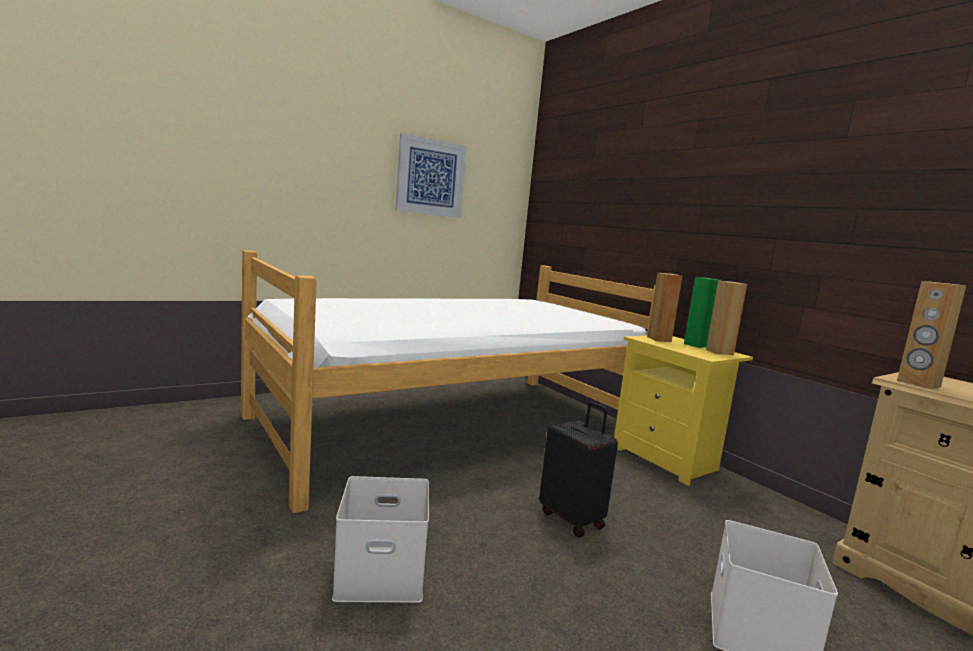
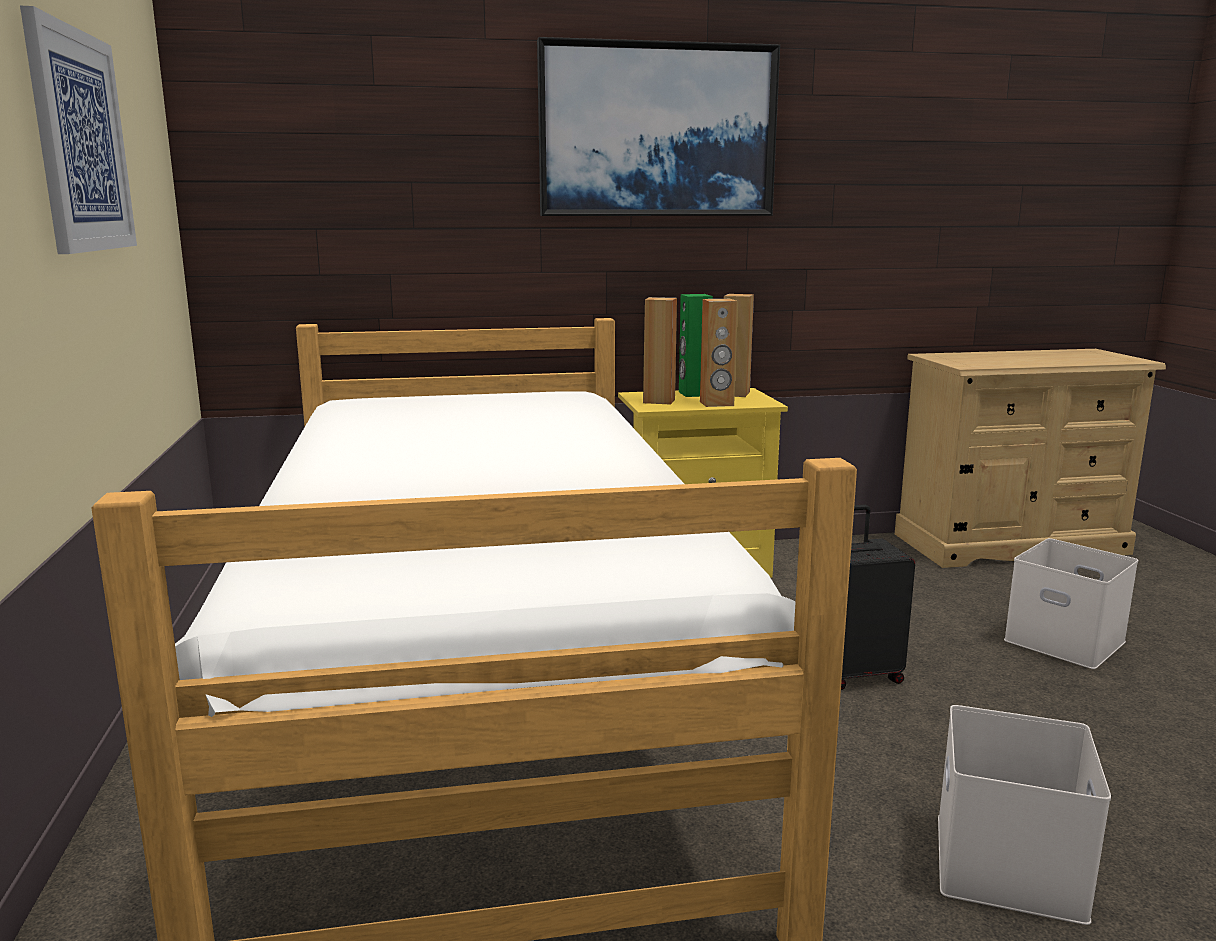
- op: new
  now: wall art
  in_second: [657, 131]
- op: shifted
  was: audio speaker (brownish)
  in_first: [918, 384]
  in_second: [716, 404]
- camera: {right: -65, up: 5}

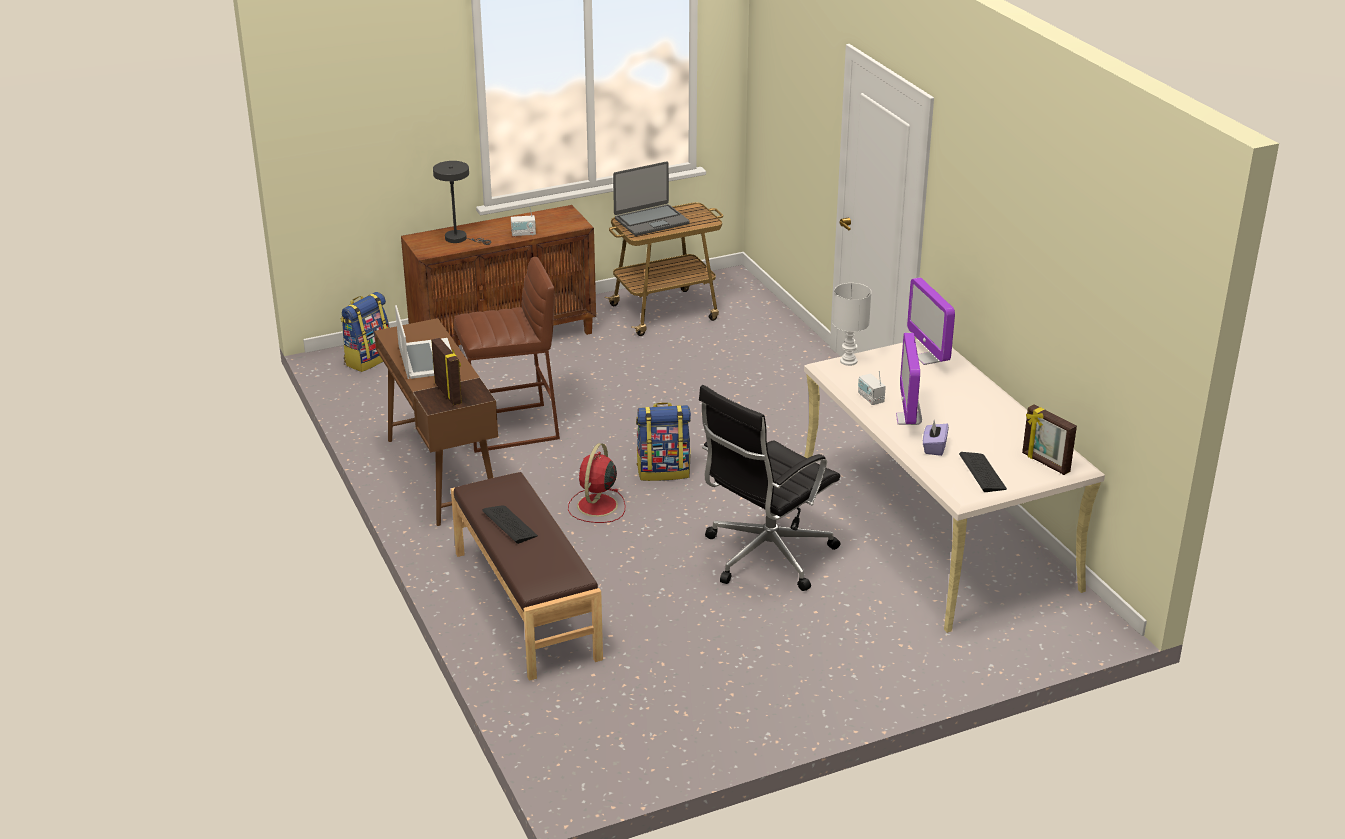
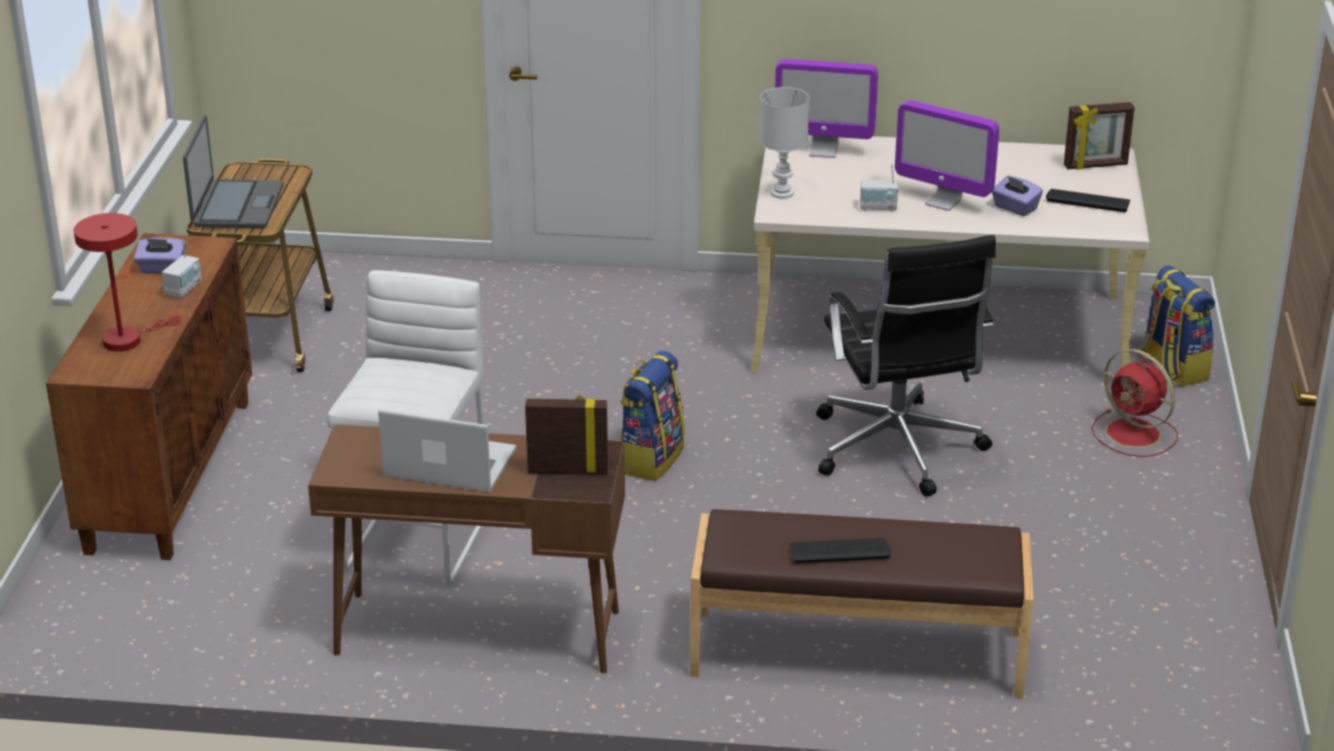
- op: new
  now: tissue holder (purple-coloured)
  in_second: [162, 269]
- op: shifted
  was: backpack
  in_first: [368, 359]
  in_second: [1172, 368]
- op: shifted
  was: cooling fan (reddish)
  in_first: [596, 506]
  in_second: [1135, 434]
- op: repainted
  was: table lamp (greyish)
  now: table lamp (reddish)
  in_first: [460, 239]
  in_second: [128, 339]
- op: repainted
  was: stool seat (brownish)
  now: stool seat (whitish)
  in_first: [510, 428]
  in_second: [420, 540]
- camera: {right: -60, up: 0}

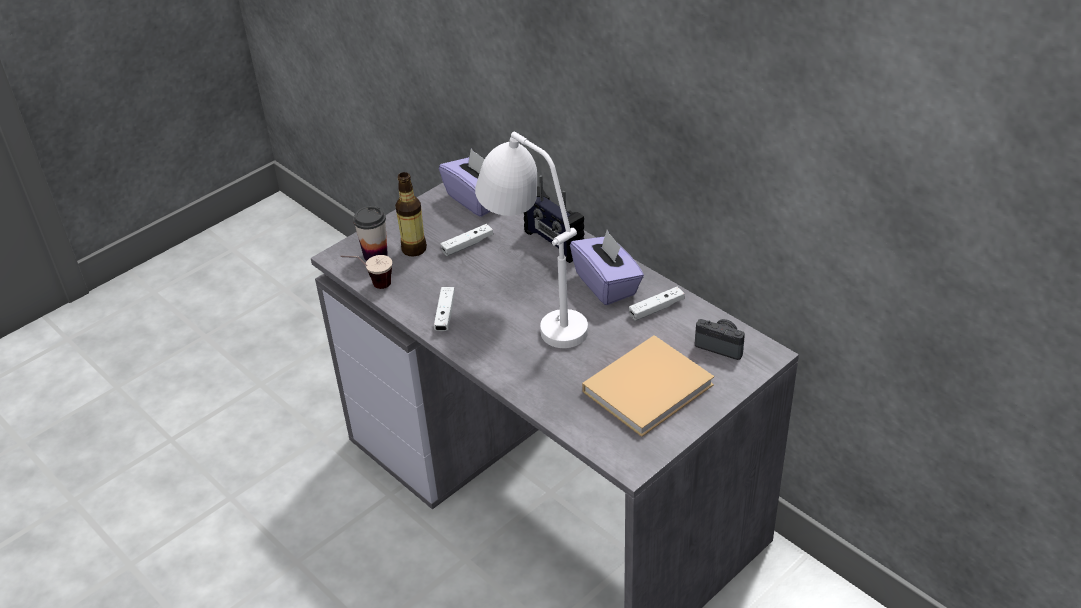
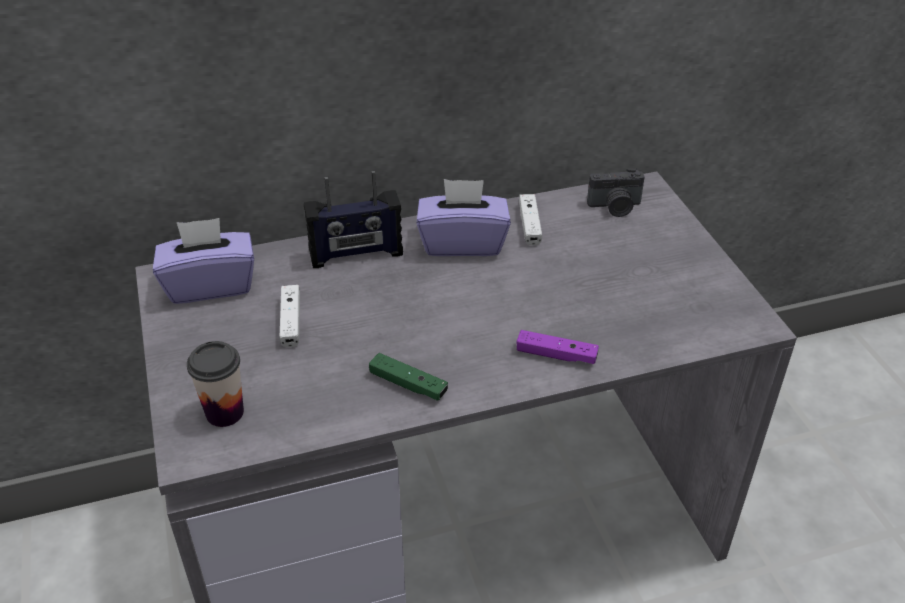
- op: gone
  was: small cup
  in_first: [371, 286]
- op: gone
  was: beverage bottle
  in_first: [414, 249]
- op: gone
  was: table lamp (whitish)
  in_first: [533, 304]
- op: gone
  was: bound book (sand-coloured)
  in_first: [650, 386]
- op: new
  now: gamepad (purple-coloured)
  in_second: [556, 355]
- op: repainted
  was: gamepad (whitish)
  now: gamepad (green-coloured)
  in_first: [445, 314]
  in_second: [408, 384]
- op: rotated
  was: still camera
  in_first: [721, 345]
  in_second: [615, 207]
  clockwise: -150
- camera: {right: -65, up: 0}

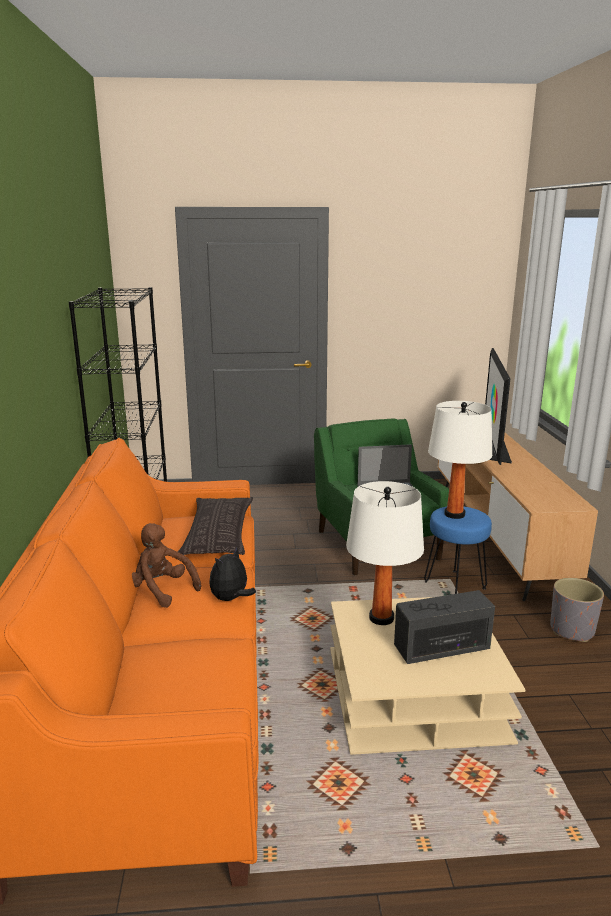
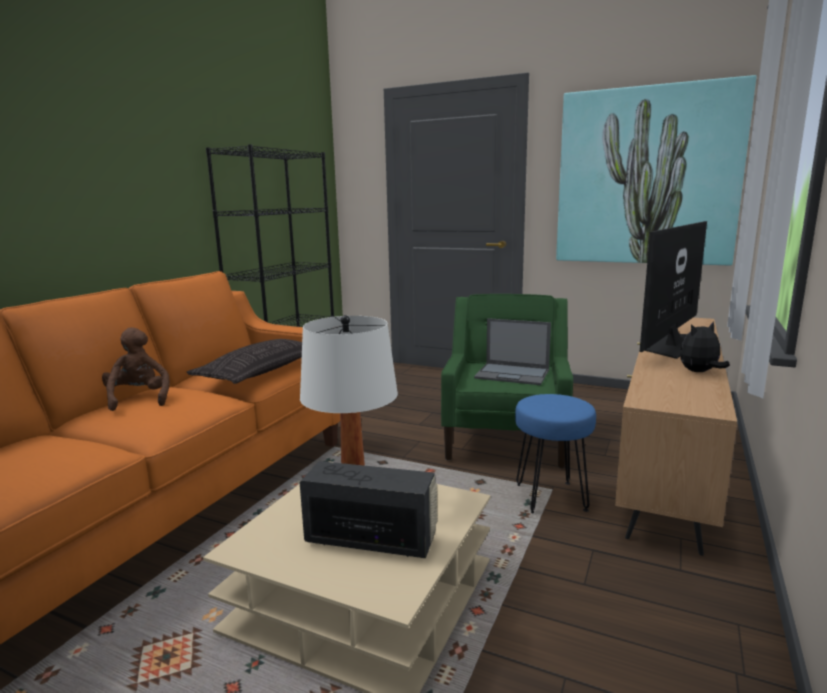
- op: gone
  was: table lamp (whitish)
  in_first: [454, 514]
- op: gone
  was: plant pot (greyish)
  in_first: [572, 630]
- op: new
  now: wall art
  in_second: [646, 177]
- op: shifted
  was: plush toy
  in_first: [231, 599]
  in_second: [699, 372]
- camera: {right: 30, up: -5}

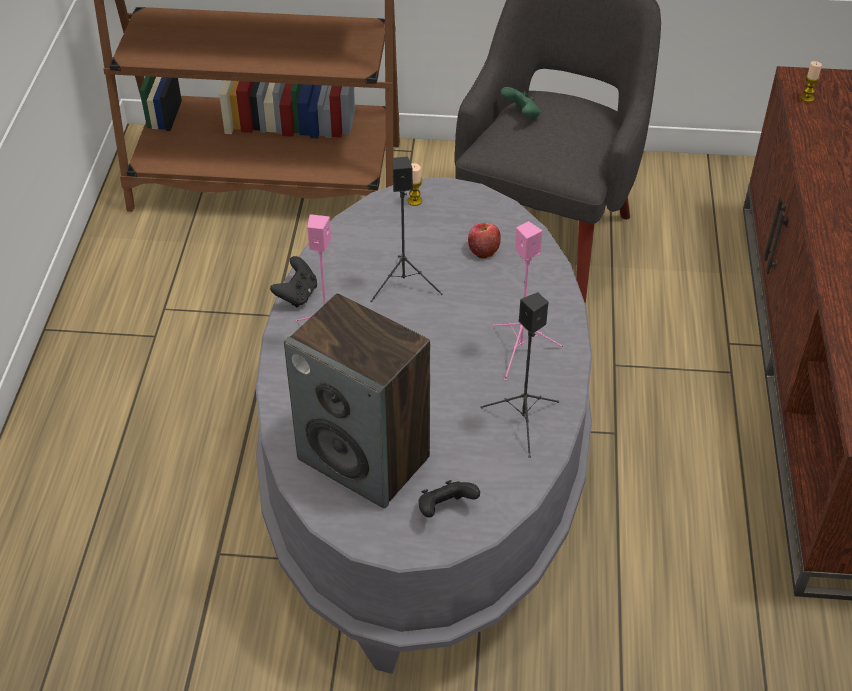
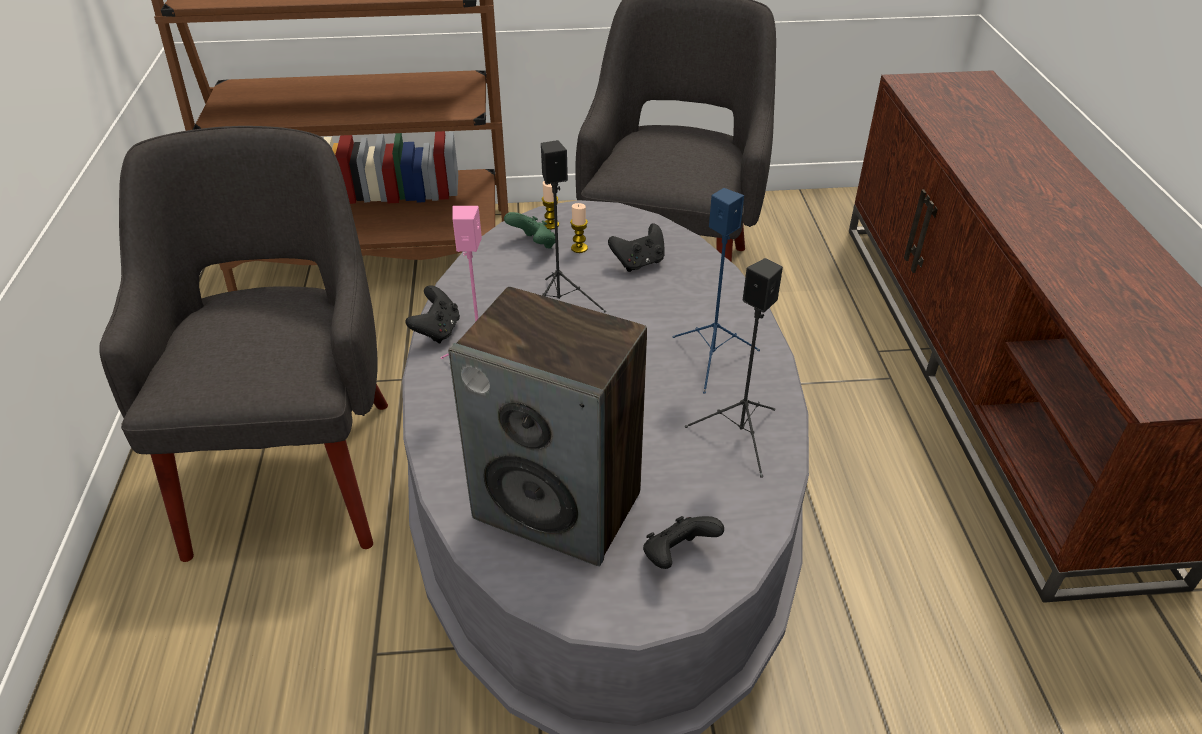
- op: new
  now: lounge chair (greyish)
  in_second: [294, 471]
- op: shifted
  was: gamepad (green-coloured)
  in_first: [521, 115]
  in_second: [534, 245]
- op: shifted
  was: wax light
  in_first: [807, 98]
  in_second: [579, 248]
- op: swapped
  was: apple
  now: gamepad (blackish)
  in_first: [483, 249]
  in_second: [639, 263]
- op: repainted
  was: audio speaker (pink-coloured)
  now: audio speaker (blue-coloured)
  in_first: [521, 350]
  in_second: [713, 358]
- camera: {right: -10, up: -5}

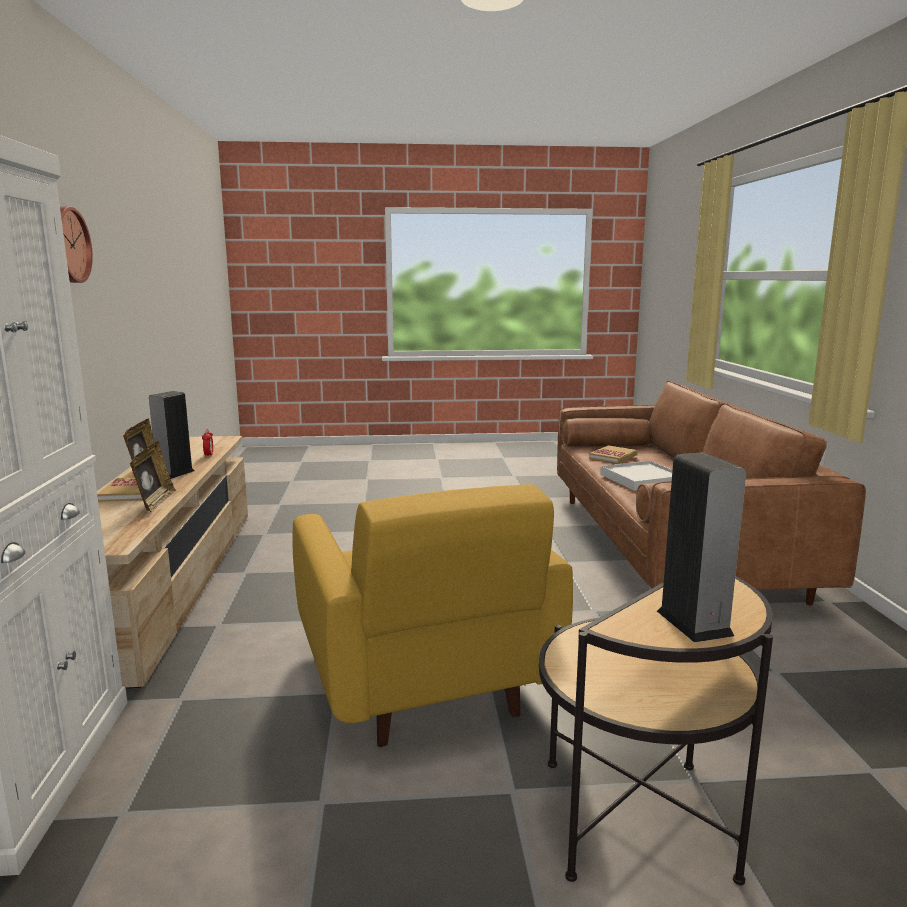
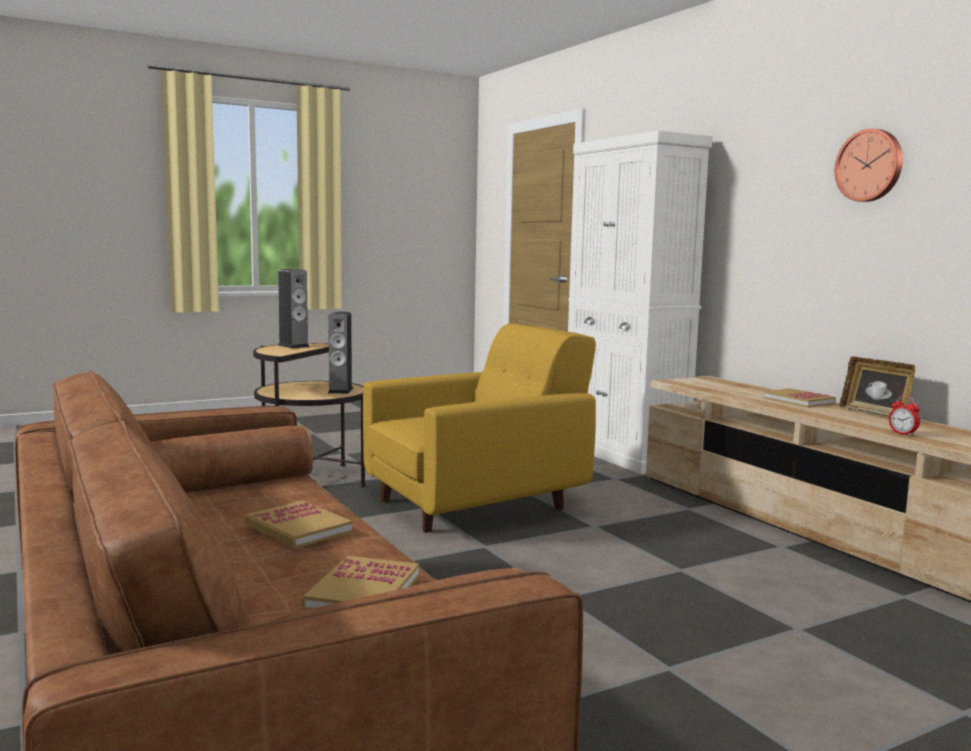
- op: gone
  was: photo frame
  in_first: [155, 503]
- op: shifted
  was: audio speaker
  in_first: [174, 473]
  in_second: [340, 390]
- op: swapped
  was: carrying tray (whitish)
  now: bound book
  in_first: [641, 479]
  in_second: [298, 528]
- op: rotated
  was: lounge chair (yellow)
  in_first: [422, 679]
  in_second: [477, 504]
  clockwise: 105
- camera: {right: 155, up: -5}

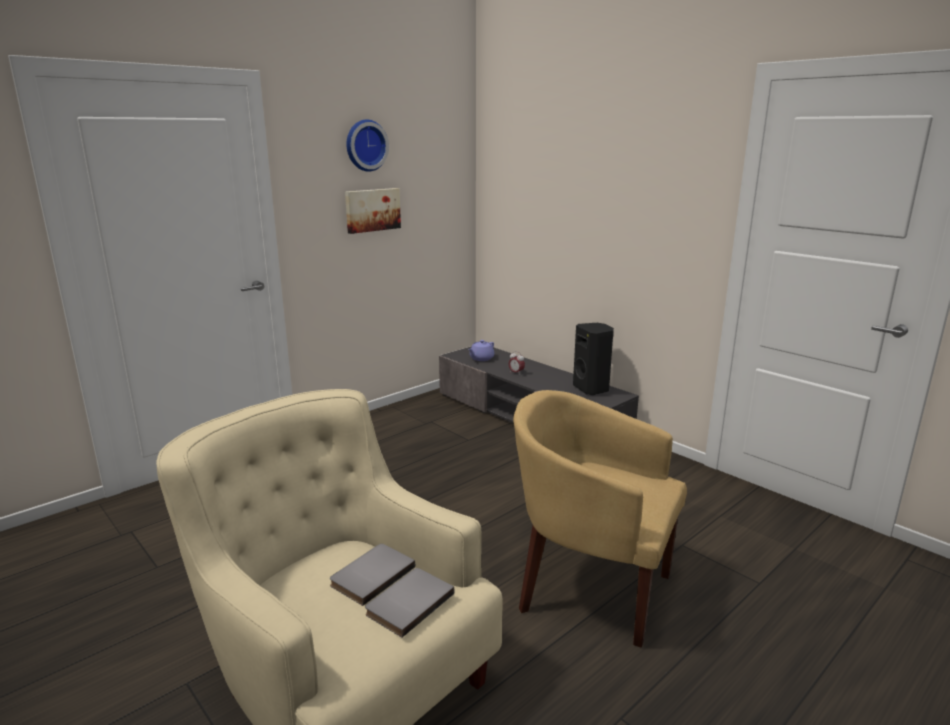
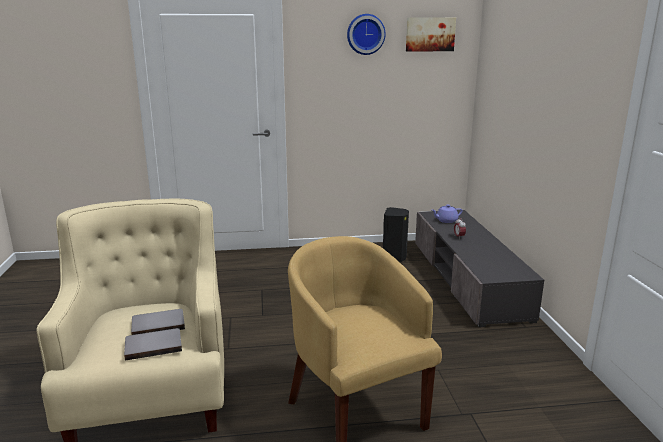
- op: shifted
  was: wall art
  in_first: [372, 210]
  in_second: [430, 34]
- op: shifted
  was: audio speaker (blackish)
  in_first: [592, 389]
  in_second: [394, 257]
- camera: {right: 35, up: 0}

